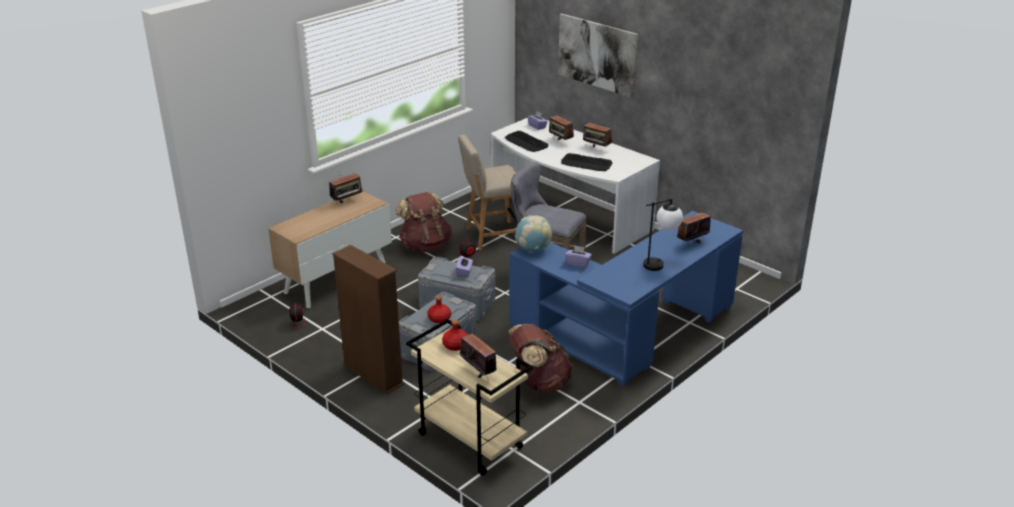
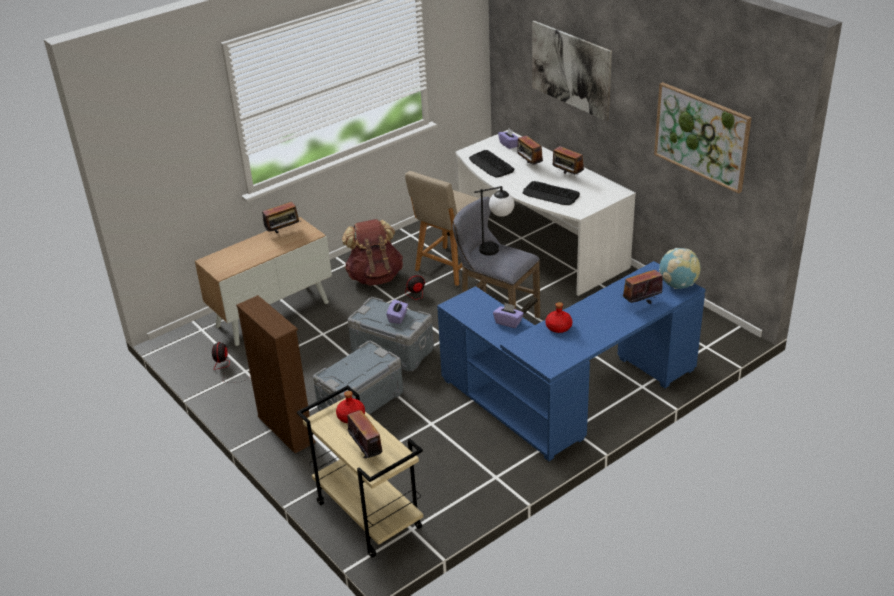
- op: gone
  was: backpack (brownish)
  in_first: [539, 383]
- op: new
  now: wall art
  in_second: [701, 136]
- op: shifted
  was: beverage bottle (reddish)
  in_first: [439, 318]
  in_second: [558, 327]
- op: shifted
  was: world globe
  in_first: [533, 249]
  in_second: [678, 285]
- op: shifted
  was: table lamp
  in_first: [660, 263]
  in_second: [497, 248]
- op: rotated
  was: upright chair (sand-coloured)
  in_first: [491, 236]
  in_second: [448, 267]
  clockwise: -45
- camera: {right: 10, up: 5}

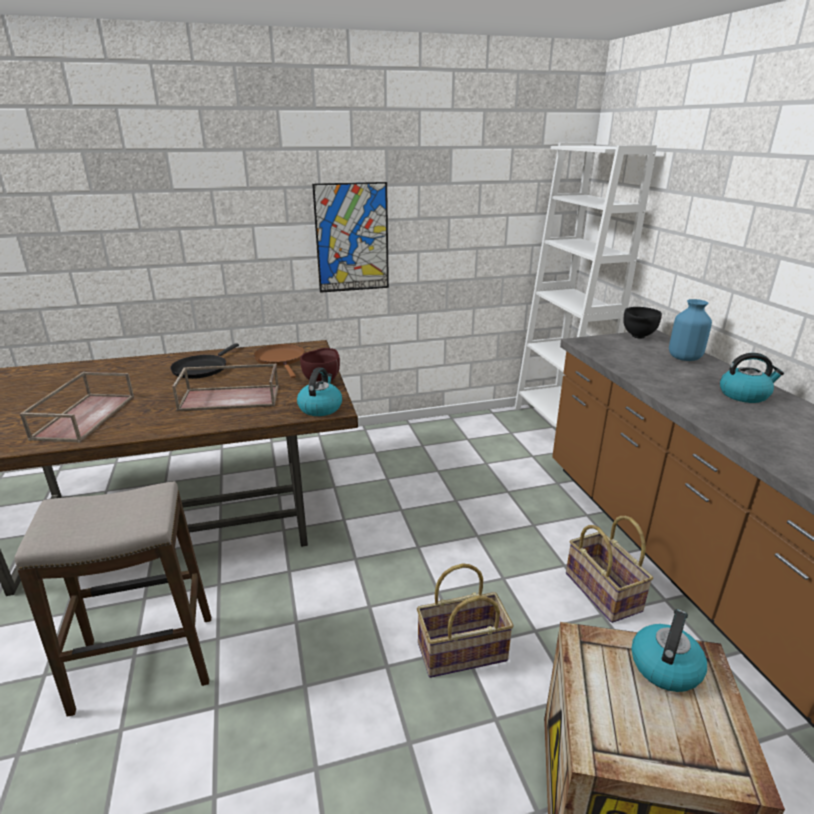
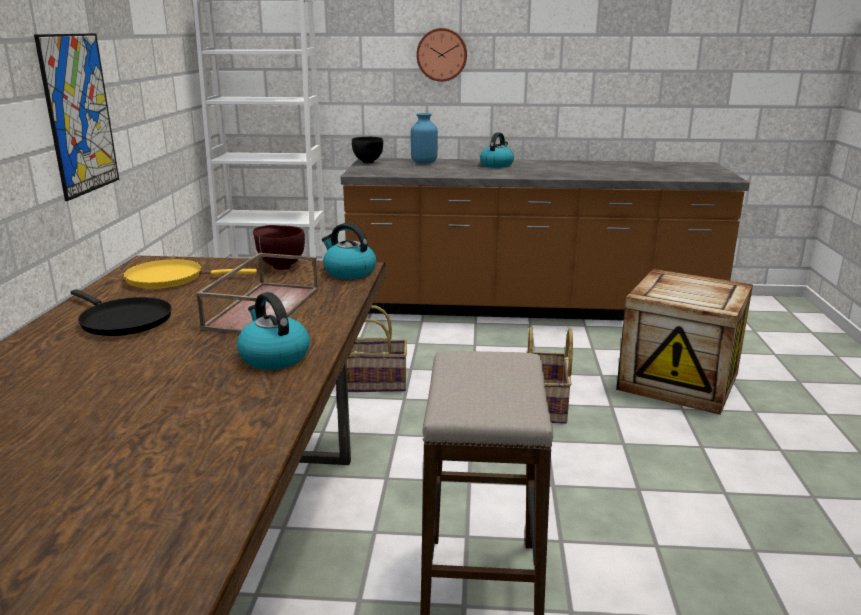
- op: gone
  was: carrying tray (brownish)
  in_first: [84, 416]
- op: new
  now: clock on the wall
  in_second: [441, 54]
- op: shifted
  was: storage basket
  in_first: [604, 592]
  in_second: [373, 383]
- op: shifted
  was: tea kettle
  in_first: [665, 666]
  in_second: [273, 357]
- op: repainted
  was: pan (brownish)
  now: pan (yellow)
  in_first: [281, 359]
  in_second: [170, 278]
- camera: {right: -70, up: -5}

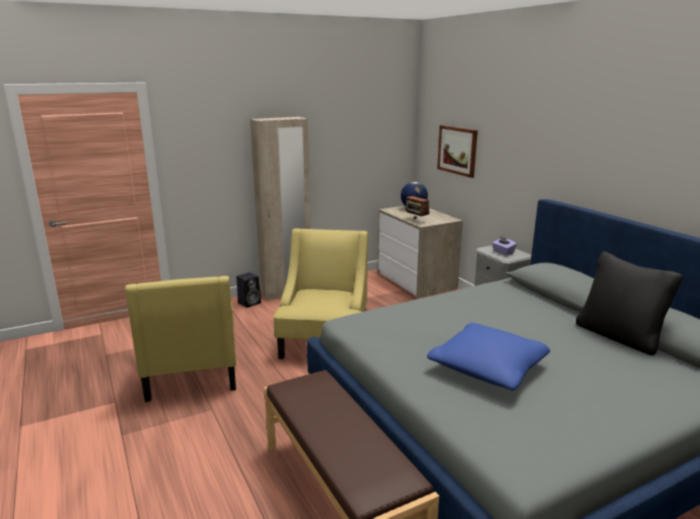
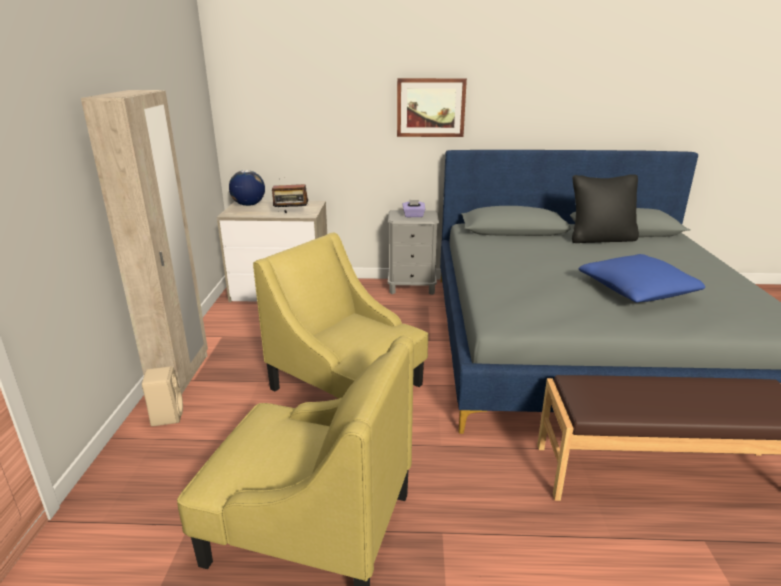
- op: shifted
  was: wall art
  in_first: [457, 150]
  in_second: [430, 107]
- op: repainted
  was: audio speaker (blackish)
  now: audio speaker (sand-coloured)
  in_first: [250, 303]
  in_second: [167, 415]
- camera: {right: -60, up: 5}

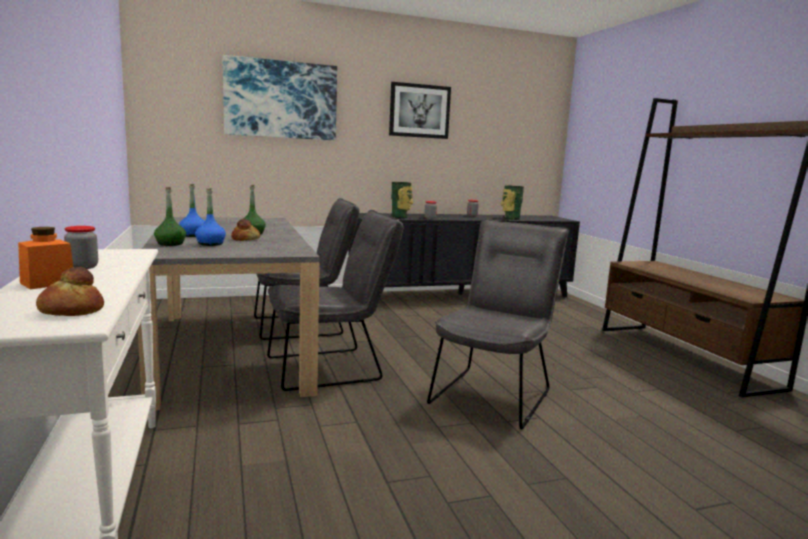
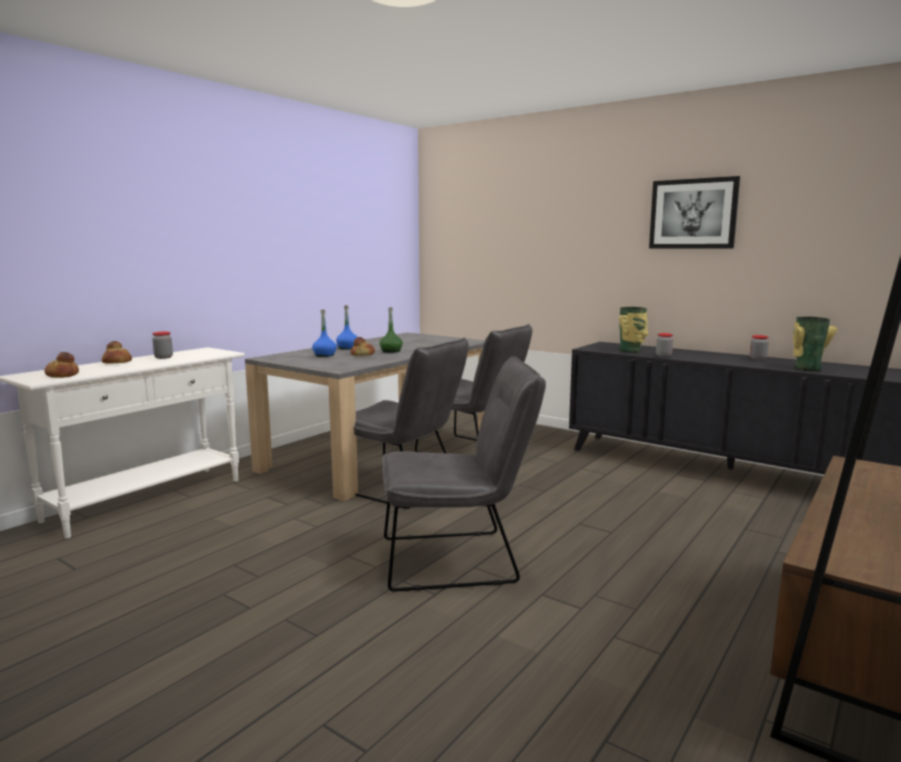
- op: gone
  was: beverage bottle (green-coloured)
  in_first: [170, 244]
- op: gone
  was: wall art
  in_first: [281, 99]
- op: swapped
  was: jar (orangey)
  now: baked bread
  in_first: [48, 283]
  in_second: [117, 362]
- camera: {right: 55, up: 0}

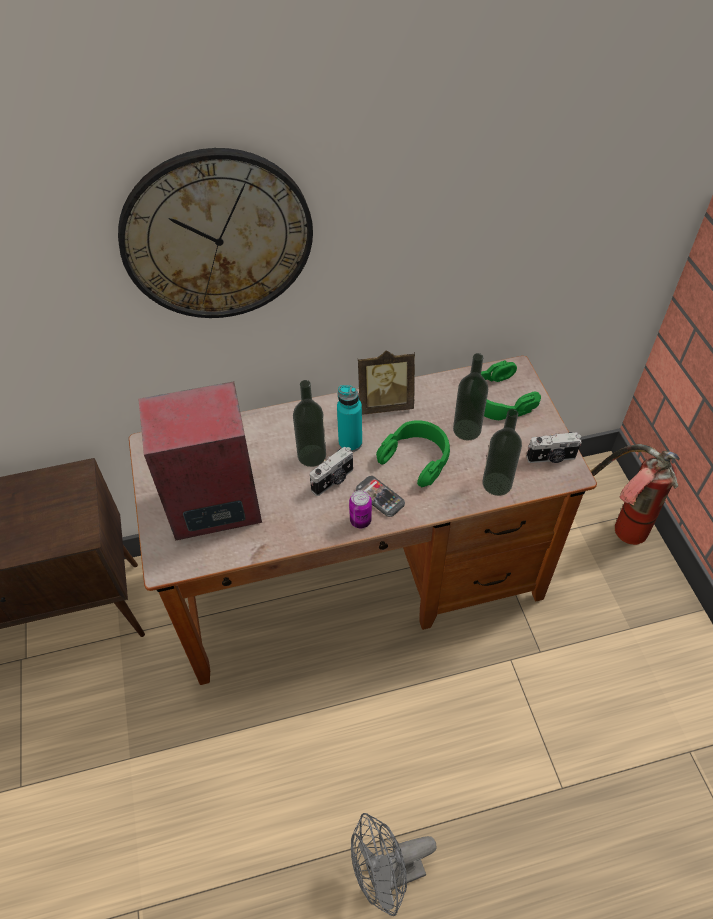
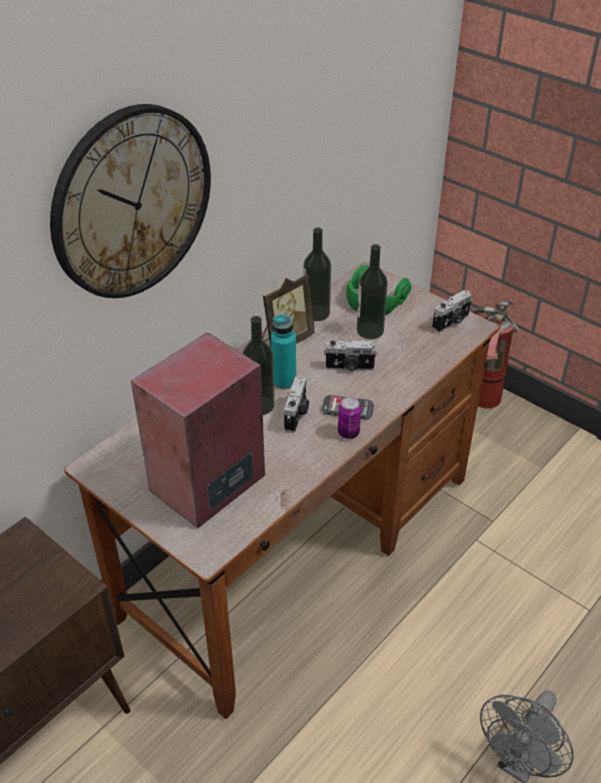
- op: shifted
  was: beverage bottle
  in_first: [497, 484]
  in_second: [316, 313]
- op: swapped
  was: headset (green-coloured)
  now: still camera
  in_first: [416, 458]
  in_second: [349, 367]
- camera: {right: -35, up: -10}

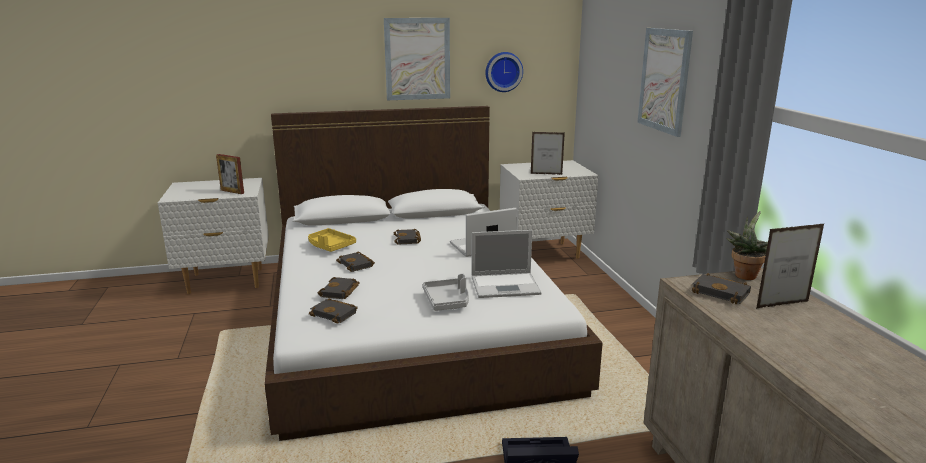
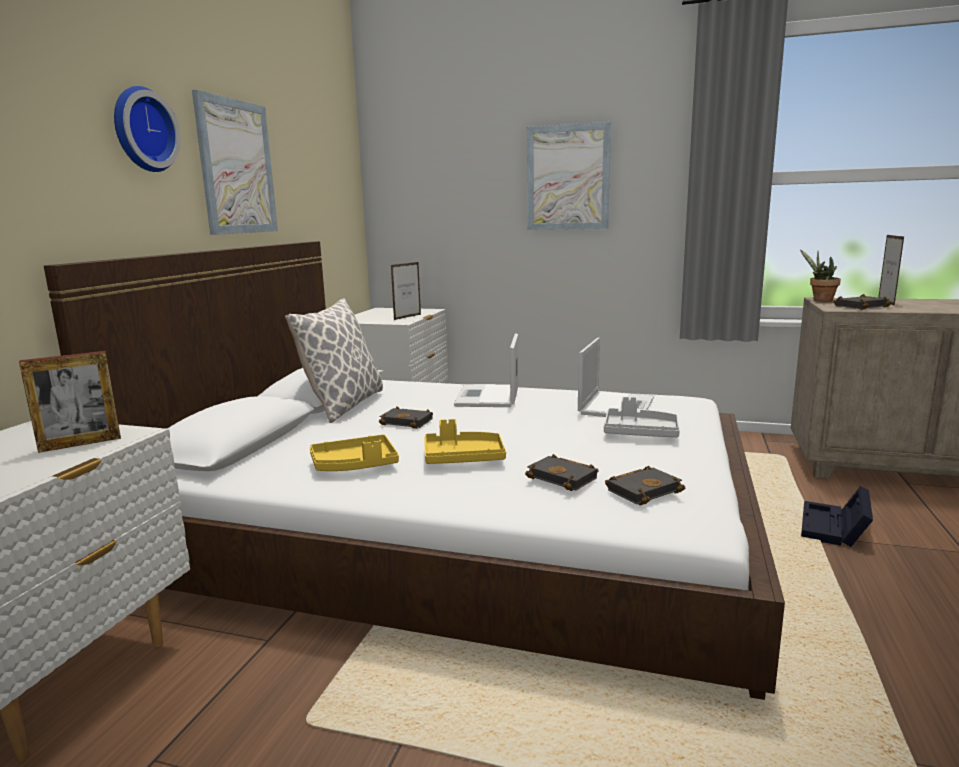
- op: new
  now: throw pillow
  in_second: [343, 405]
- op: shifted
  was: clock on the wall
  in_first: [503, 71]
  in_second: [141, 130]
- op: swapped
  was: bound book (blackish)
  now: carrying tray (yellow)
  in_first: [357, 264]
  in_second: [463, 458]
- camera: {right: -60, up: -5}

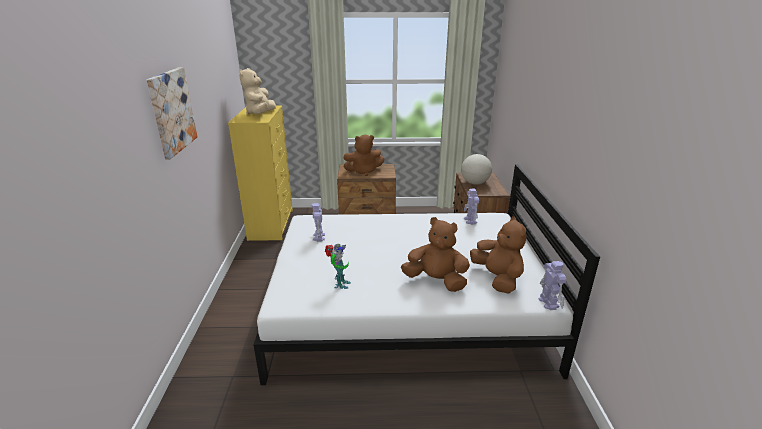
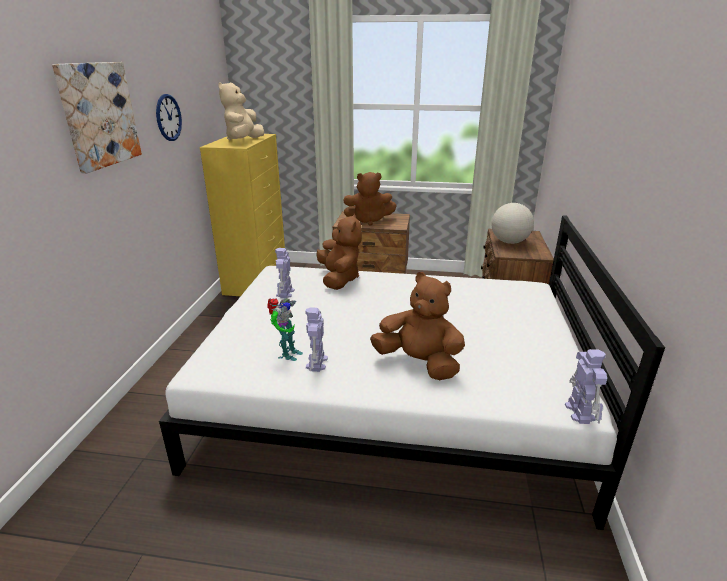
- op: new
  now: clock on the wall
  in_second: [168, 117]
- op: shifted
  was: model robot
  in_first: [470, 221]
  in_second: [316, 363]
- op: shifted
  was: plush toy (brownish)
  in_first: [497, 278]
  in_second: [339, 279]
- camera: {right: 10, up: 0}

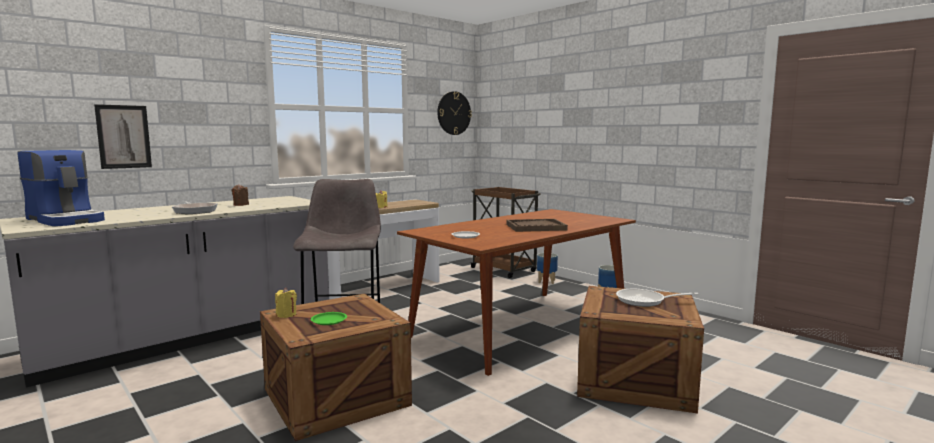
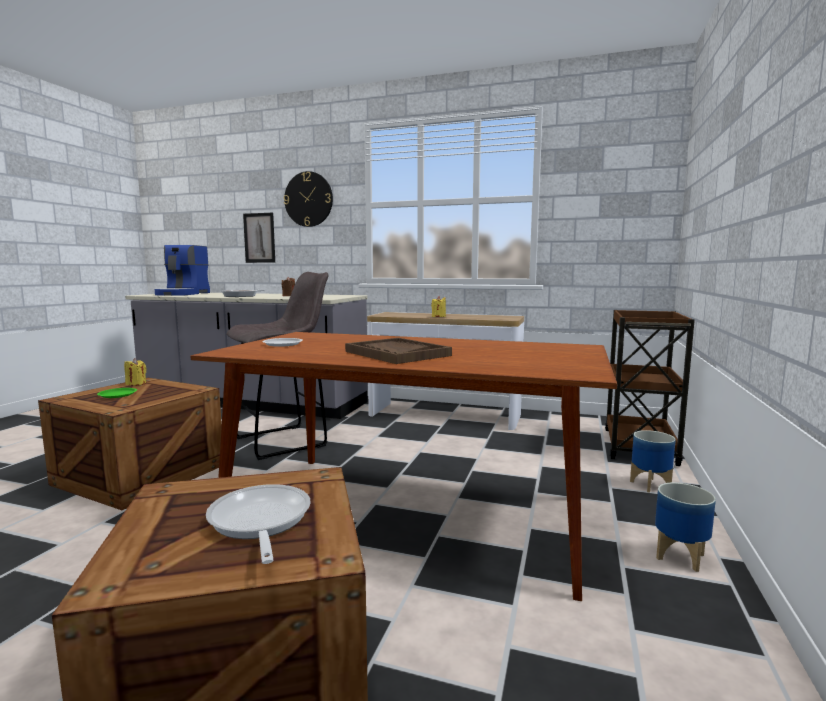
- op: shifted
  was: clock on the wall
  in_first: [453, 113]
  in_second: [308, 199]
- camera: {right: 60, up: 0}

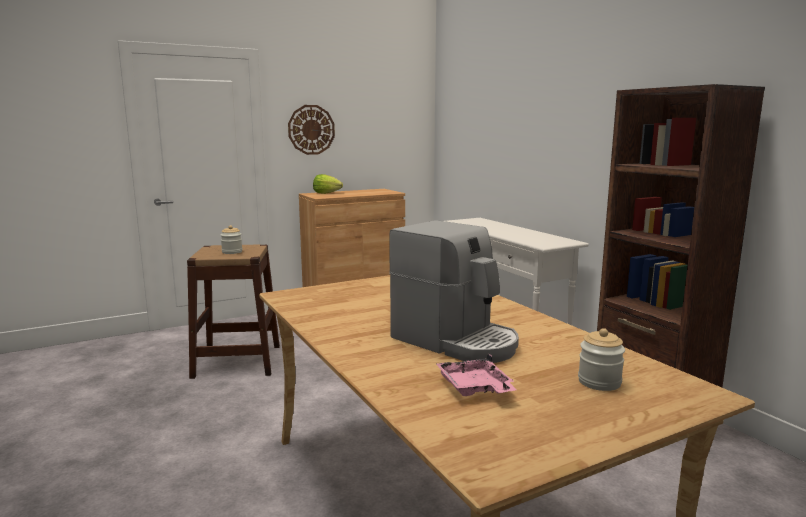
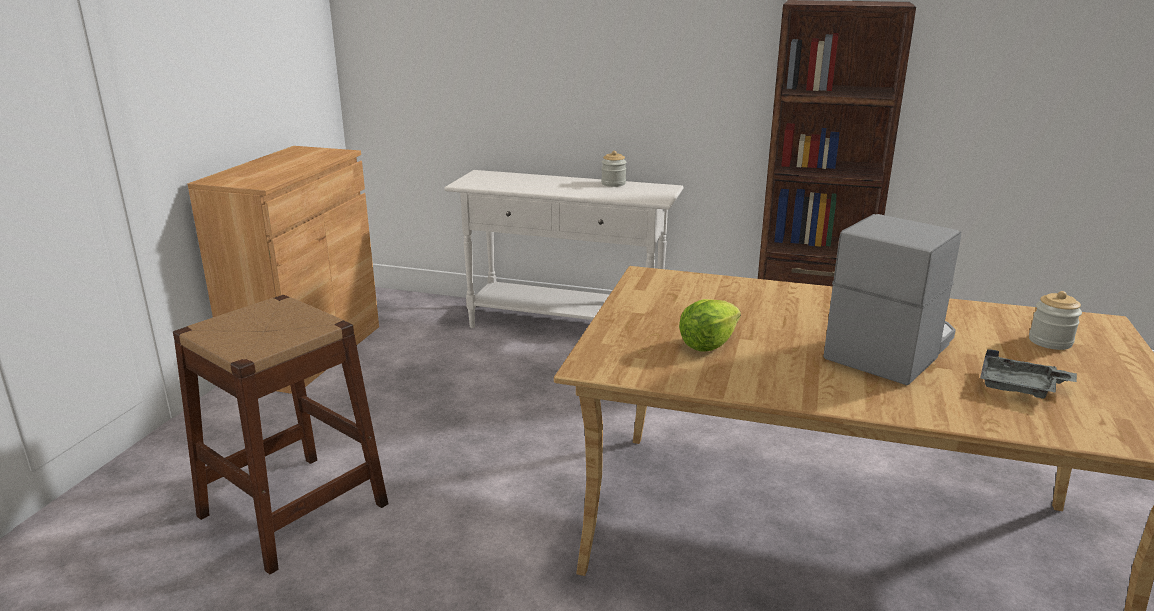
- op: gone
  was: clock on the wall
  in_first: [311, 129]
- op: shifted
  was: jar
  in_first: [232, 252]
  in_second: [613, 184]
- op: shifted
  was: head of lettuce
  in_first: [326, 193]
  in_second: [708, 344]
- op: repainted
  was: carrying tray (pink-coloured)
  now: carrying tray (greyish)
  in_first: [475, 388]
  in_second: [1020, 387]
- op: rotated
  was: coffee maker
  in_first: [456, 341]
  in_second: [891, 349]
  clockwise: -45
- camera: {right: -45, up: 10}

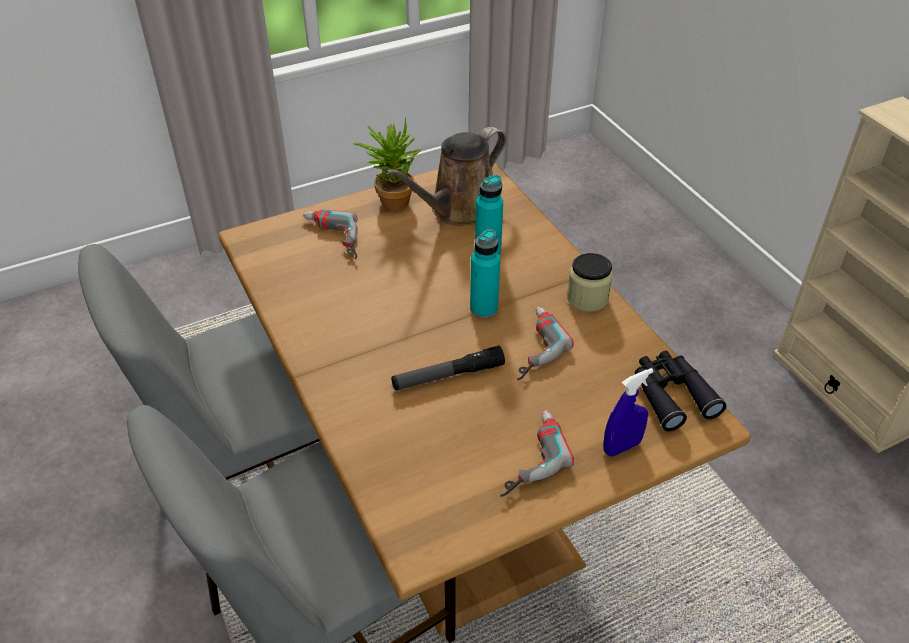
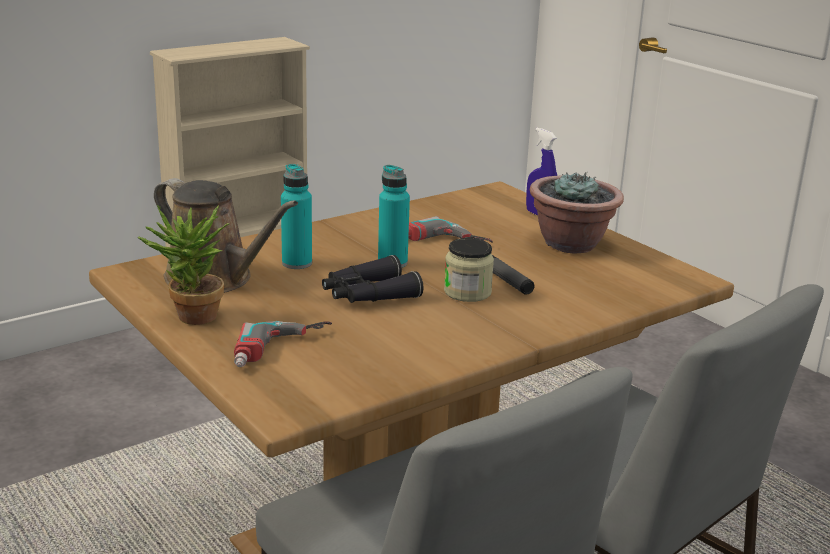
- op: shifted
  was: jar
  in_first: [587, 298]
  in_second: [467, 292]
- op: shifted
  was: pair of binoculars (blackish)
  in_first: [671, 395]
  in_second: [368, 295]
- op: swapped
  was: drill
  now: plant in a pot
  in_first: [526, 456]
  in_second: [571, 244]
- camera: {right: -100, up: -20}

